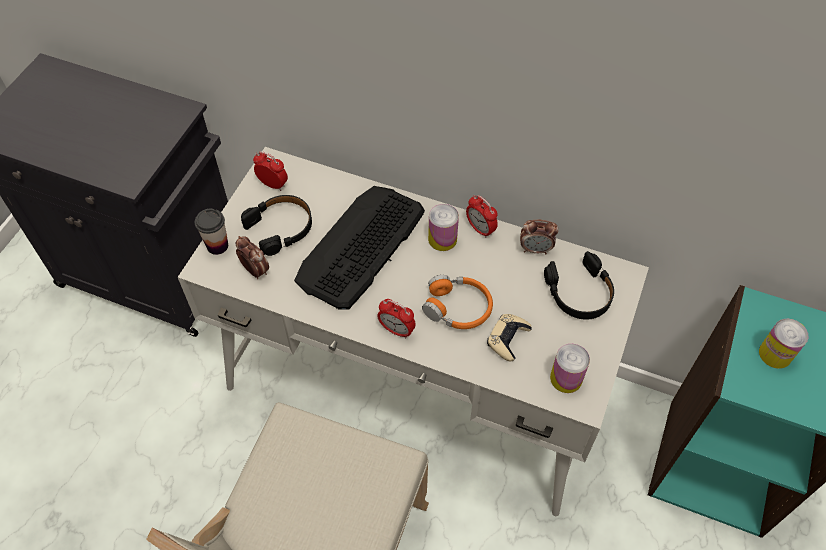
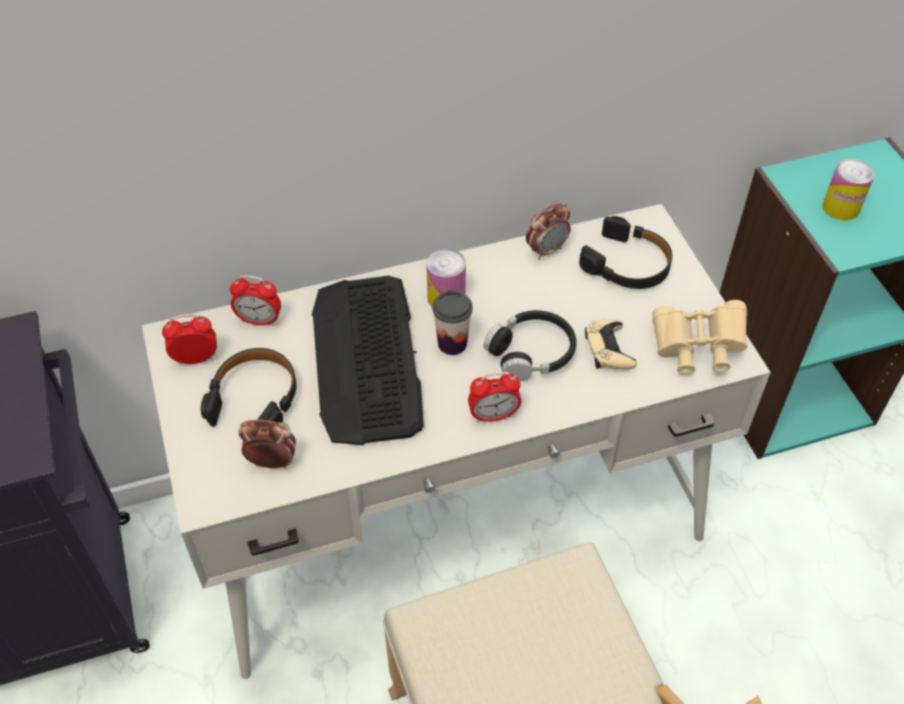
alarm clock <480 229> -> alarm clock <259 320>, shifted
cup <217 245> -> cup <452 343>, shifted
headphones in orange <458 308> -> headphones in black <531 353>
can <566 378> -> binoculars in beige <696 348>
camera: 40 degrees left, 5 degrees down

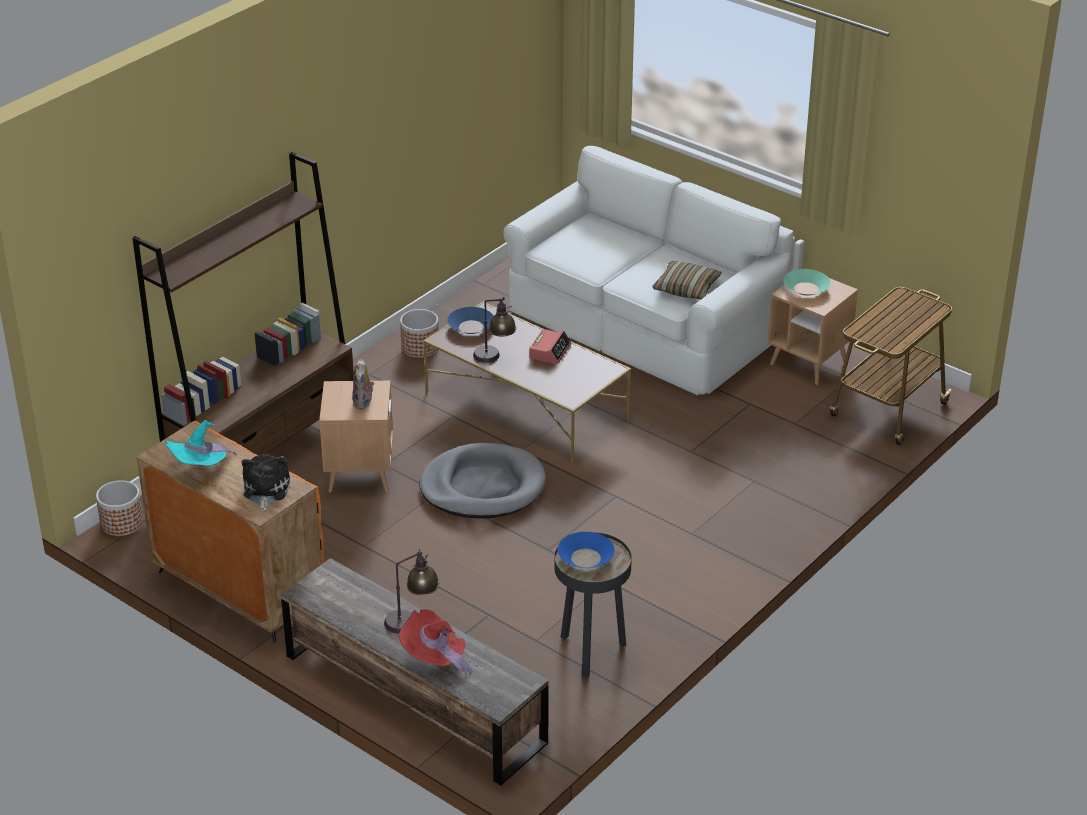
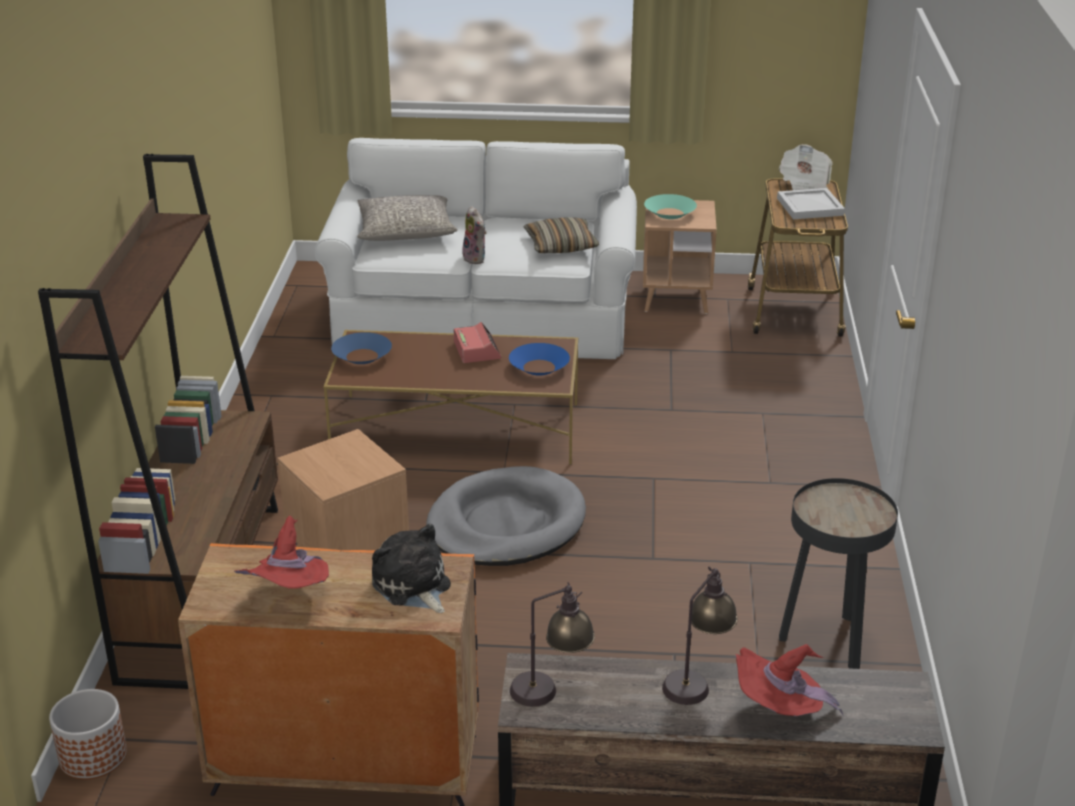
table lamp <494 358> -> table lamp <551 690>, shifted
planter <420 348> -> none
plush toy <364 403> -> plush toy <476 258>, shifted
hat in turquoise <200 468> -> hat in red <290 597>
bowl in blue <585 557> -> bowl in blue <539 367>, shifted
none -> newspaper <804 184>
none -> tray in white <809 206>
none -> pillow in grey <405 231>
camera: 35 degrees left, 5 degrees down

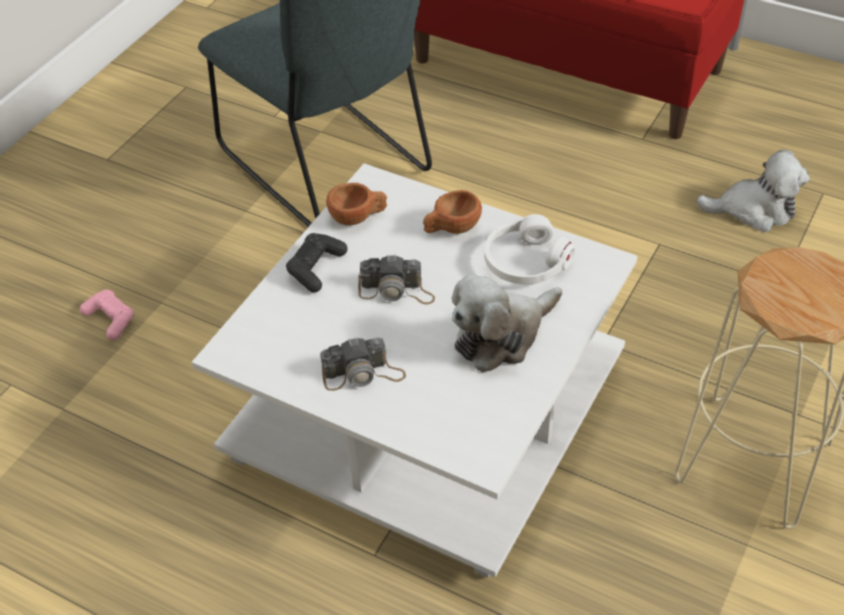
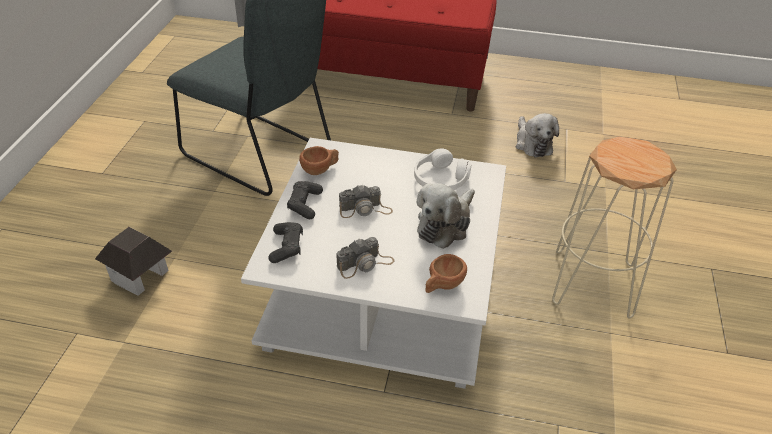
plush toy <754 210> -> plush toy <532 143>, 90 degrees clockwise
cup in brown <451 228> -> cup in brown <442 285>, shifted
game controller in pink <110 319> -> toy house <140 275>
none -> game controller in black <286 247>
camera: 20 degrees left, 5 degrees down

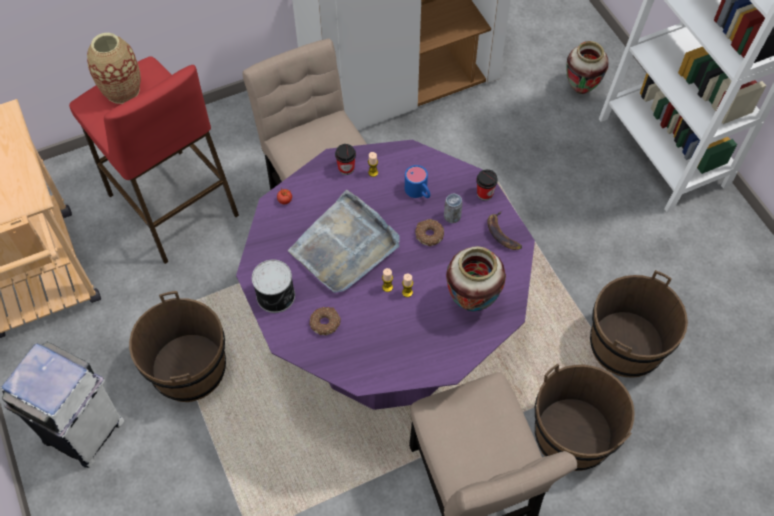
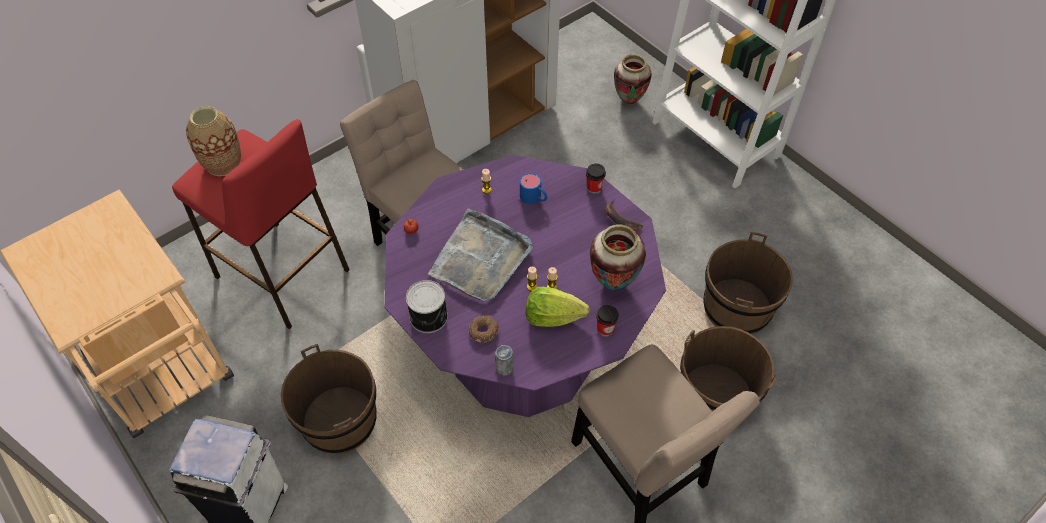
cup <346 168> -> cup <605 329>, shifted
can <452 216> -> can <504 368>, shifted
donut <429 234> -> none
none -> lettuce <553 317>
camera: 15 degrees left, 5 degrees down

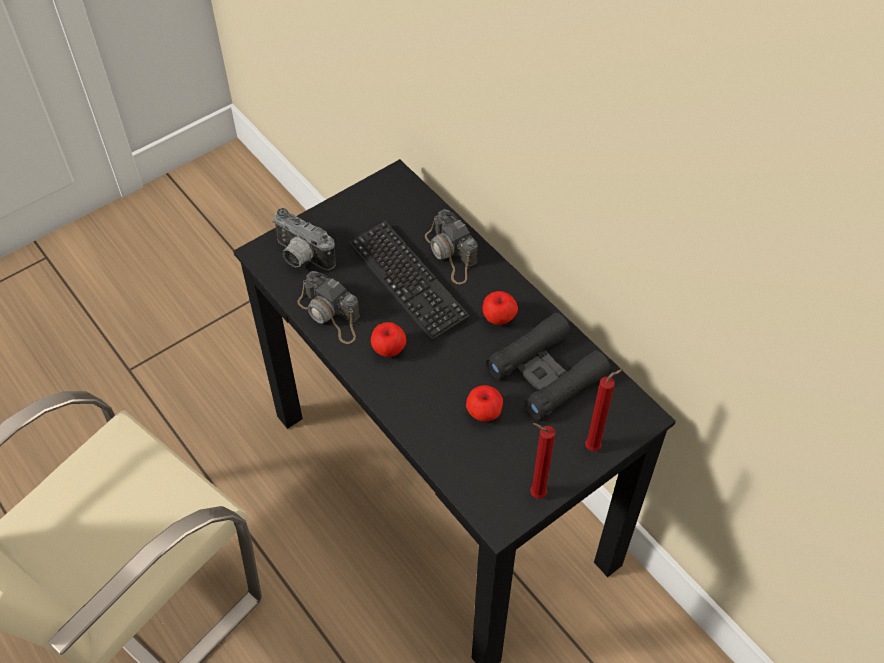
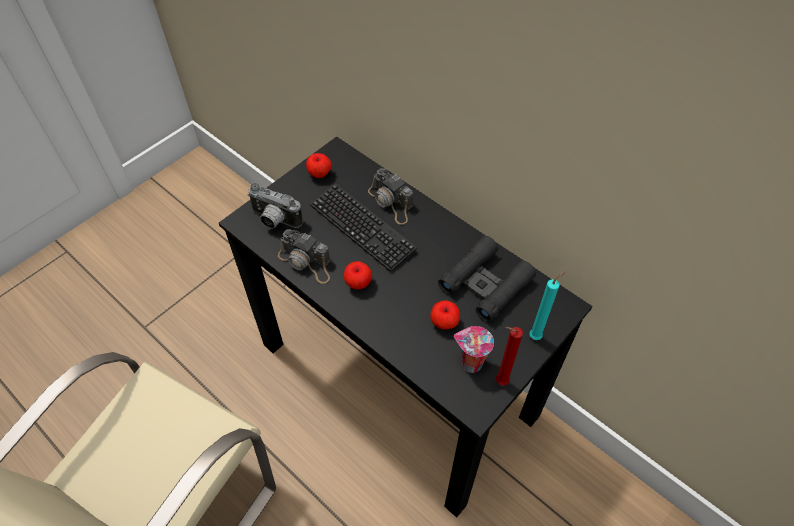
apple <499 318> -> apple <319 174>, shifted
candle in red <595 446> -> candle in turquoise <537 336>
none -> cup <470 363>
camera: 10 degrees left, 0 degrees up

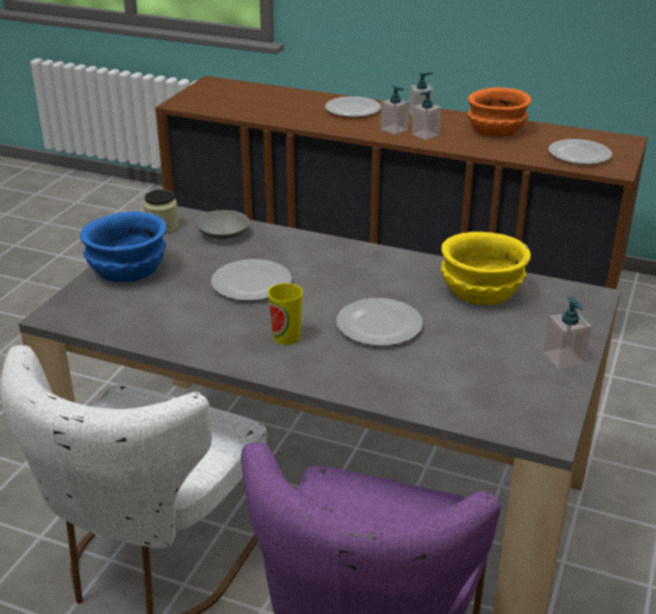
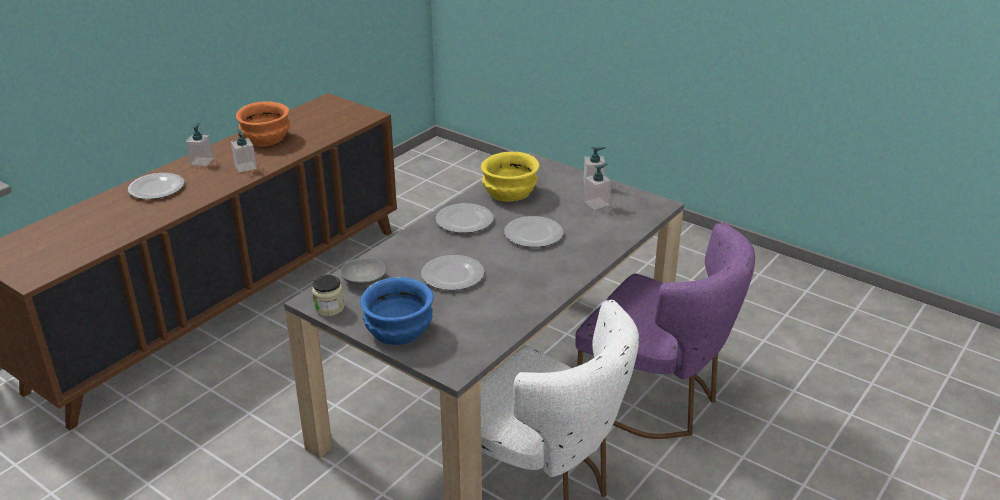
soap dispenser <394 129> -> soap dispenser <596 203>, shifted
plate <579 155> -> plate <465 220>, shifted
cup <286 337> -> none
camera: 75 degrees left, 0 degrees up

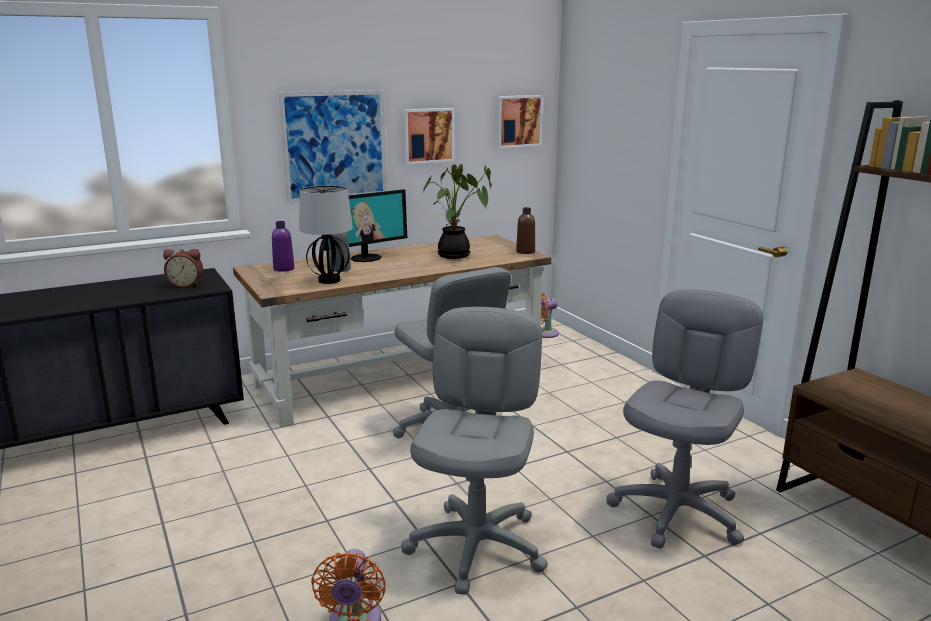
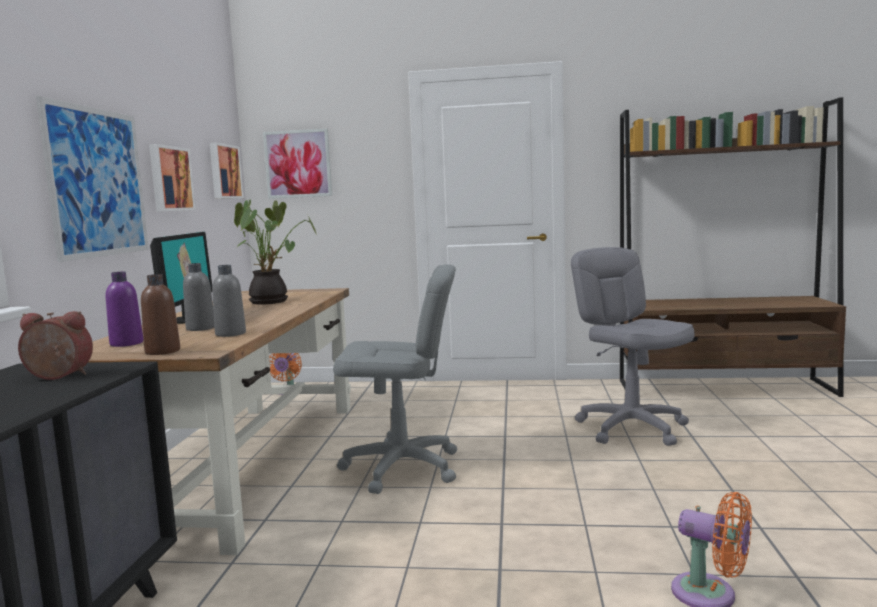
table lamp <328 280> -> bottle in grey <230 334>
bottle in brown <525 251> -> bottle in brown <162 351>, shifted
alarm clock <186 284> -> alarm clock <57 377>, 120 degrees counterclockwise
office chair in grey <477 547> -> none
none -> picture <298 164>
camera: 55 degrees left, 10 degrees down

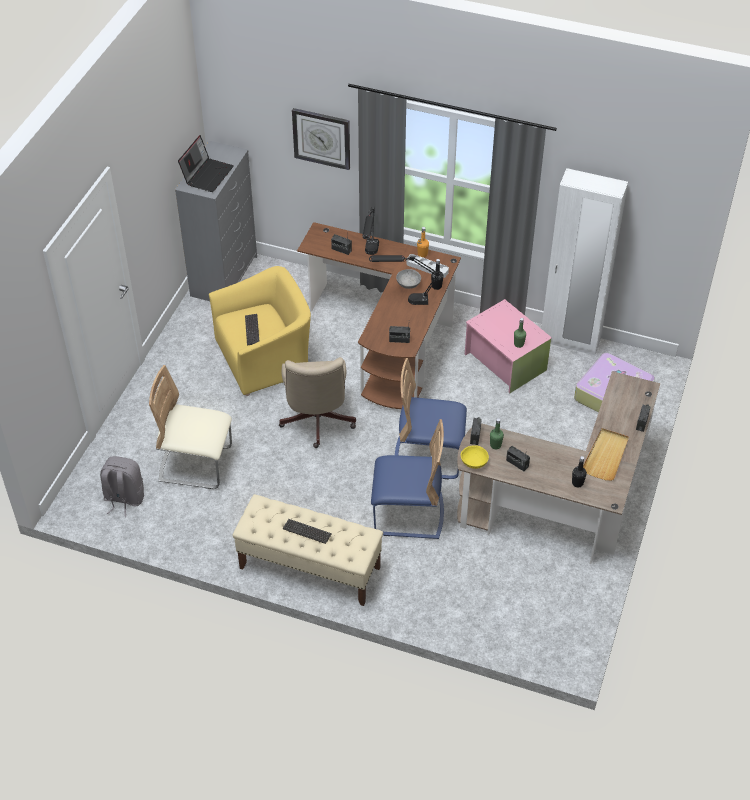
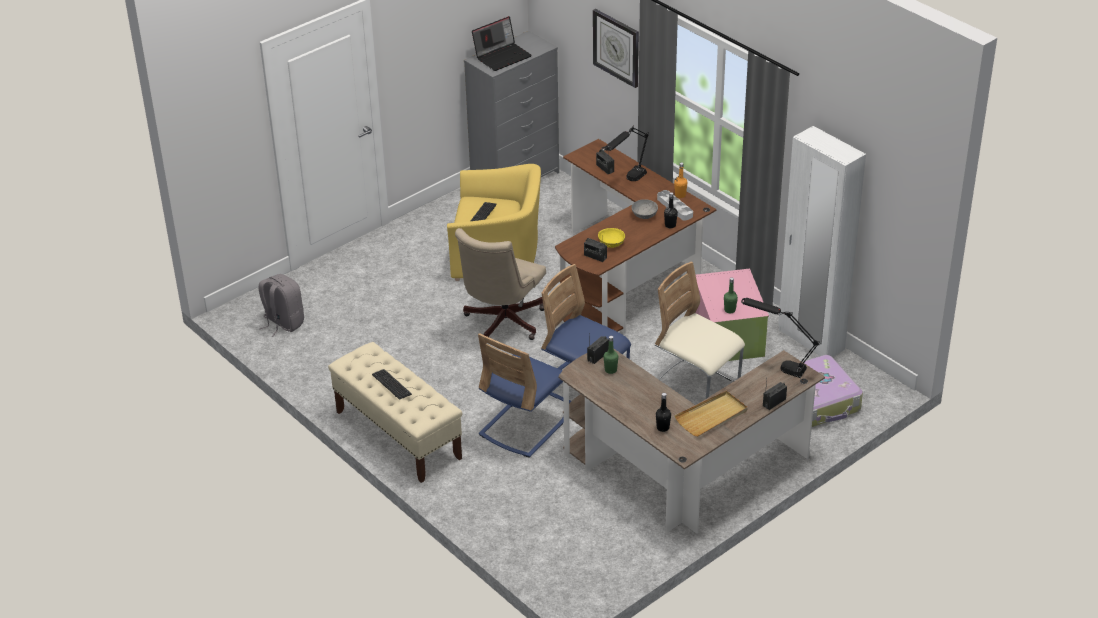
table lamp in black <404 300> -> table lamp in black <777 365>, shifted
chair in beige <196 464> -> chair in beige <695 385>, shifted
chair in blue <408 514> -> chair in blue <523 426>, 90 degrees clockwise
bowl in yellow <474 462> -> bowl in yellow <611 243>, shifted
radio <517 463> -> none
camera: 30 degrees right, 10 degrees down

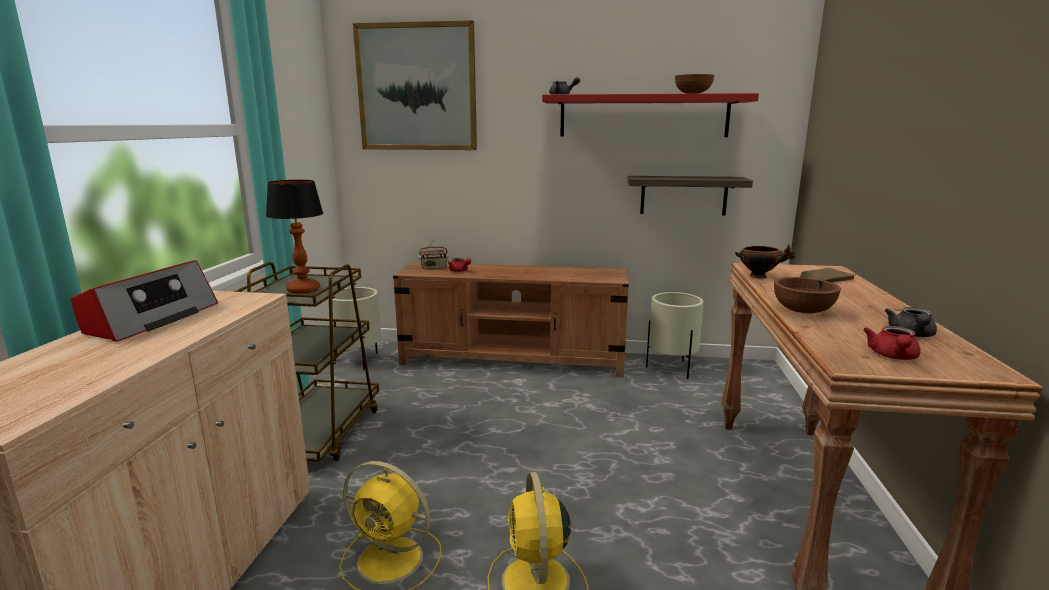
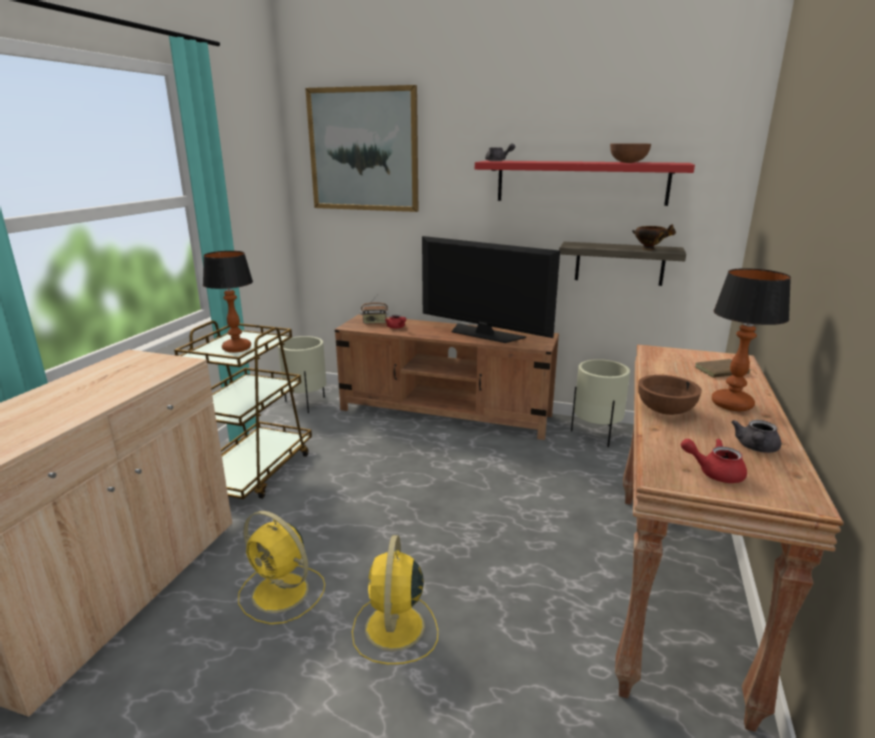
bowl <760 276> -> bowl <650 249>, shifted
radio <151 319> -> none
teapot in red <892 356> -> teapot in red <714 472>, 75 degrees clockwise
none -> television <484 334>
none -> table lamp <730 404>
camera: 10 degrees right, 5 degrees up

